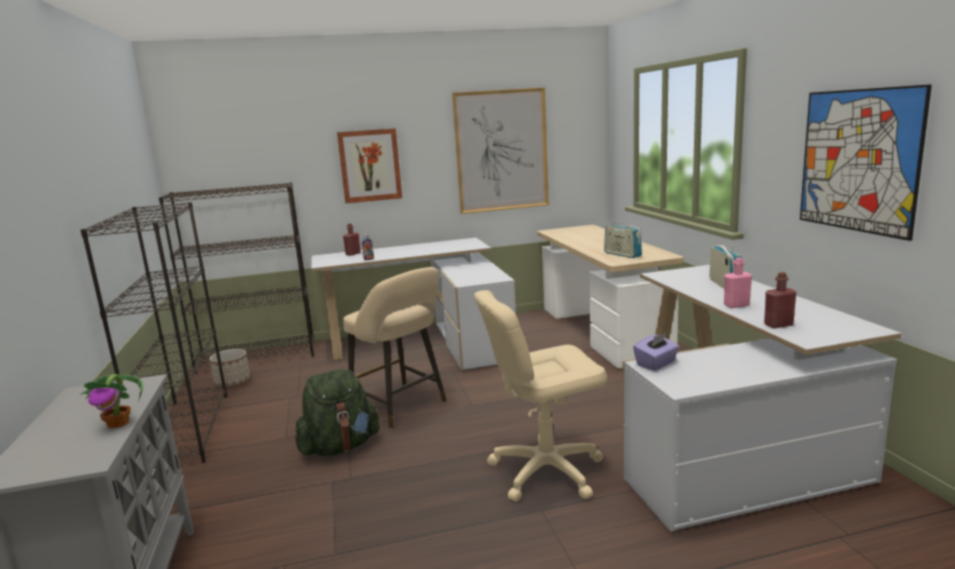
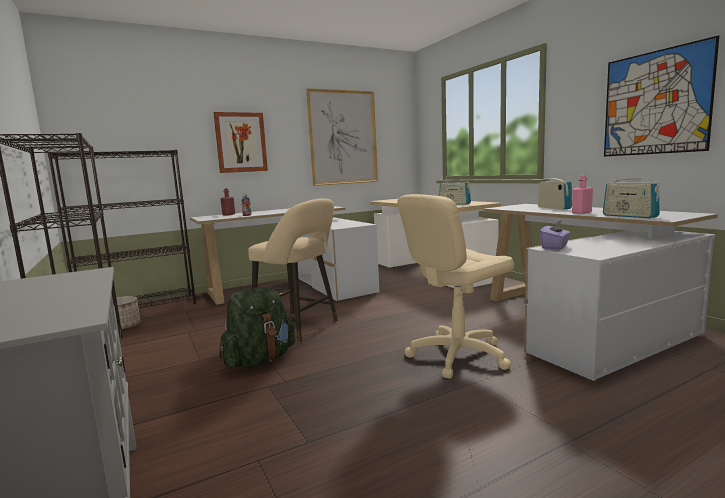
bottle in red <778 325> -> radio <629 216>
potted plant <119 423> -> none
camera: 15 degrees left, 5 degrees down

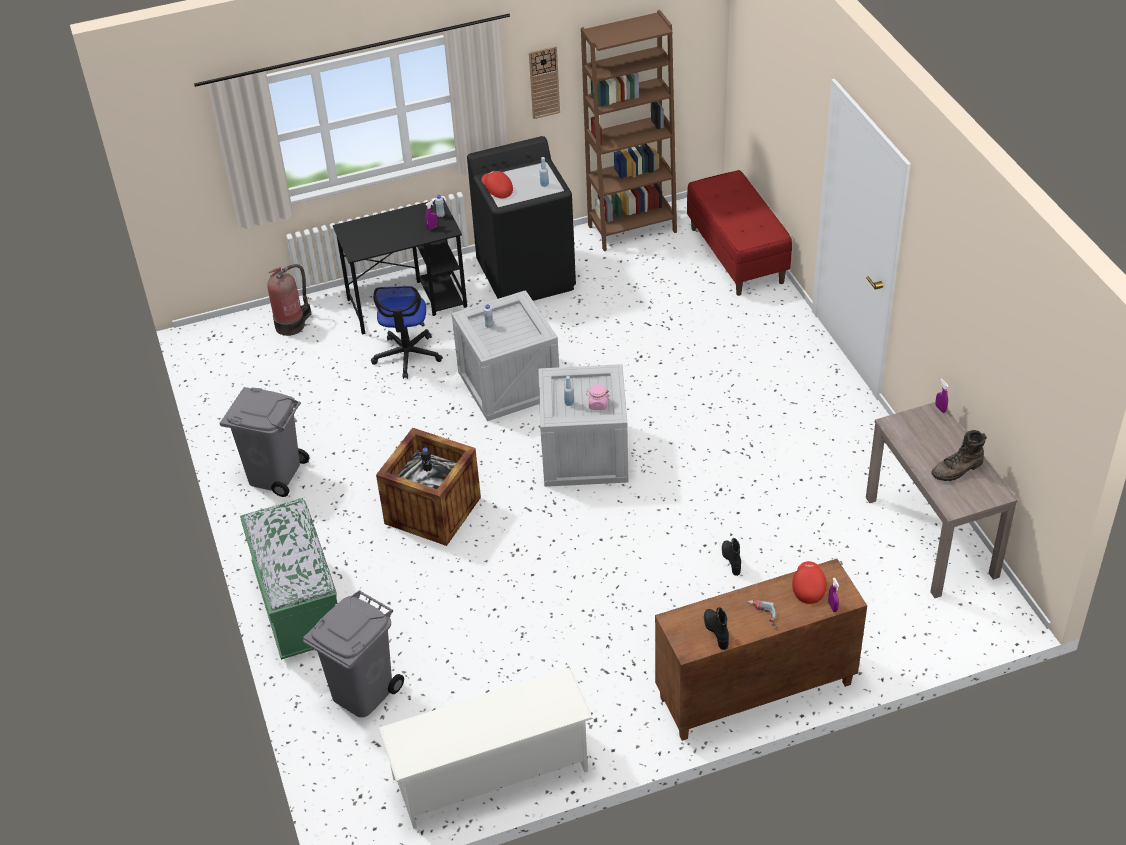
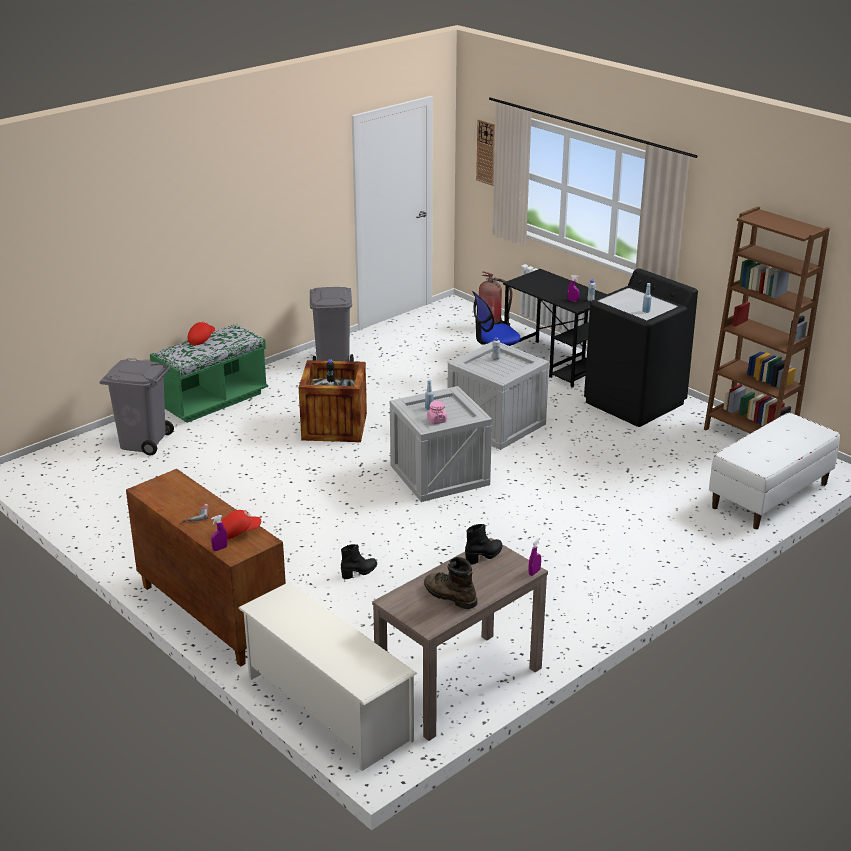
wall clock <544 82> -> wall clock <486 152>, shifted
bench in red <737 255> -> bench in white <770 496>
cap in red <497 190> -> cap in red <201 339>, shifted
boot in black <717 631> -> boot in black <484 556>, shifted
shoe rack in white <491 774> -> shoe rack in white <327 708>, shifted
camera: 65 degrees right, 15 degrees down

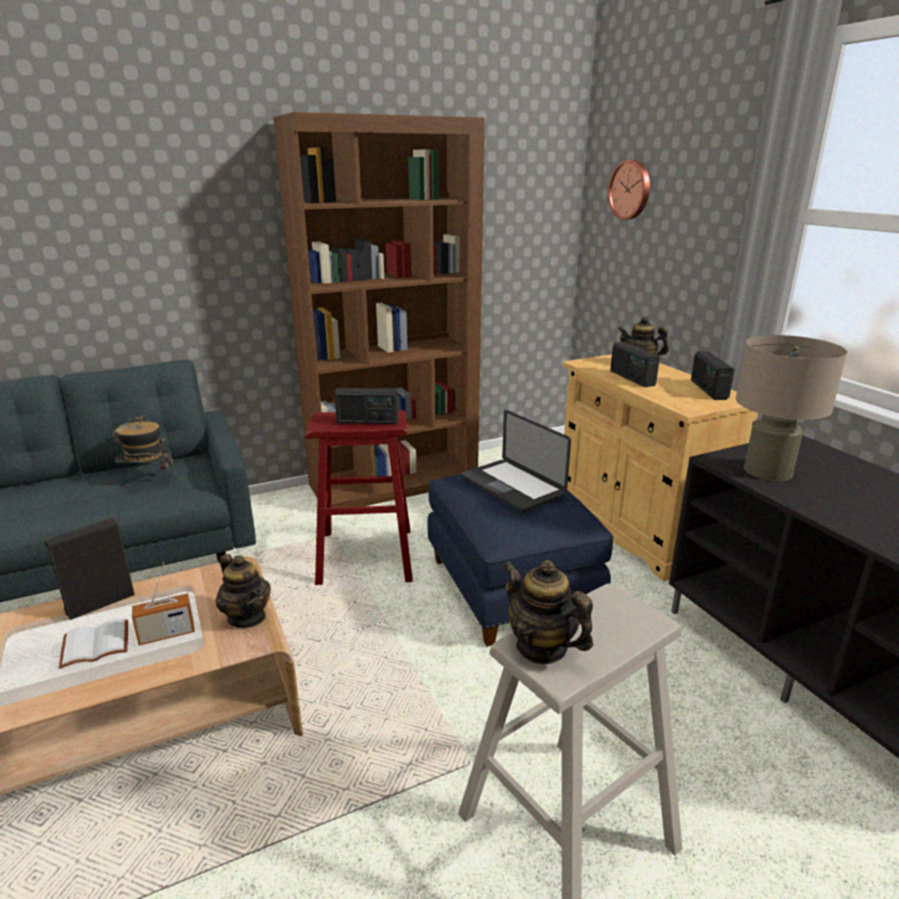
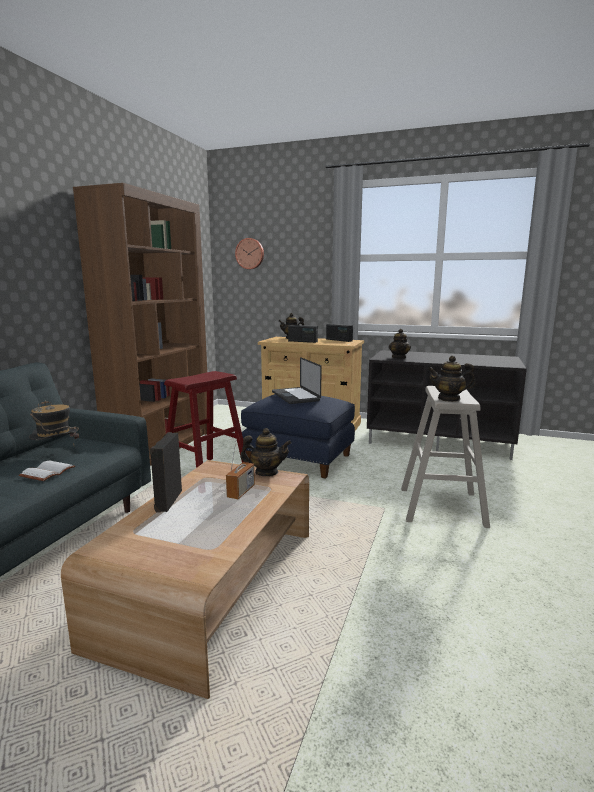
table lamp in beige <768 470> -> teapot <399 357>
radio <367 421> -> none
laptop <512 487> -> laptop <295 396>, 60 degrees clockwise
book in white <97 643> -> book in white <47 472>, shifted
camera: 45 degrees left, 10 degrees down

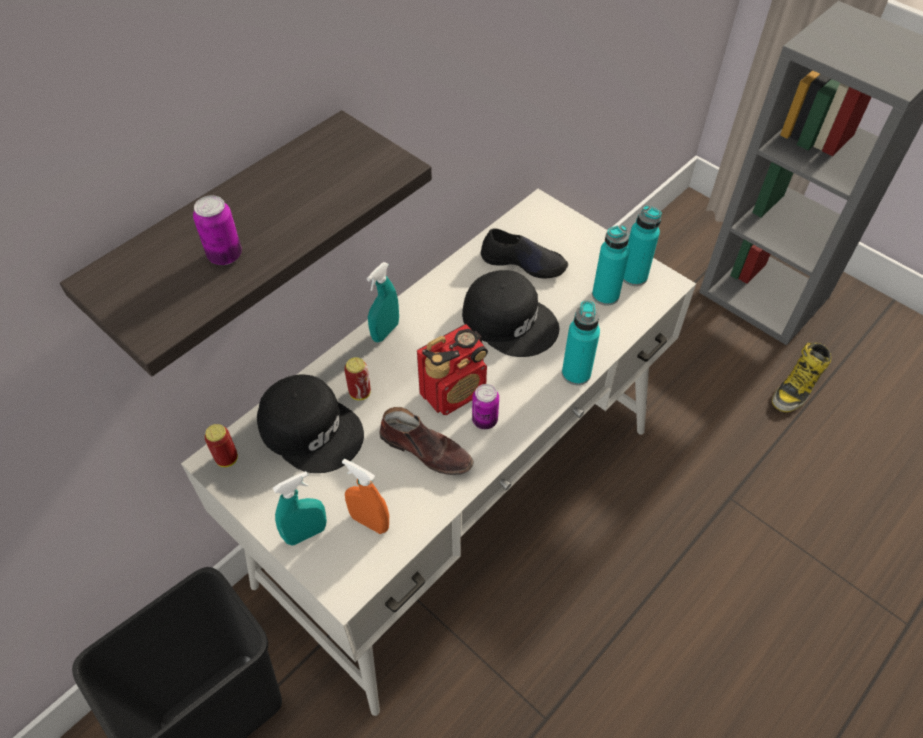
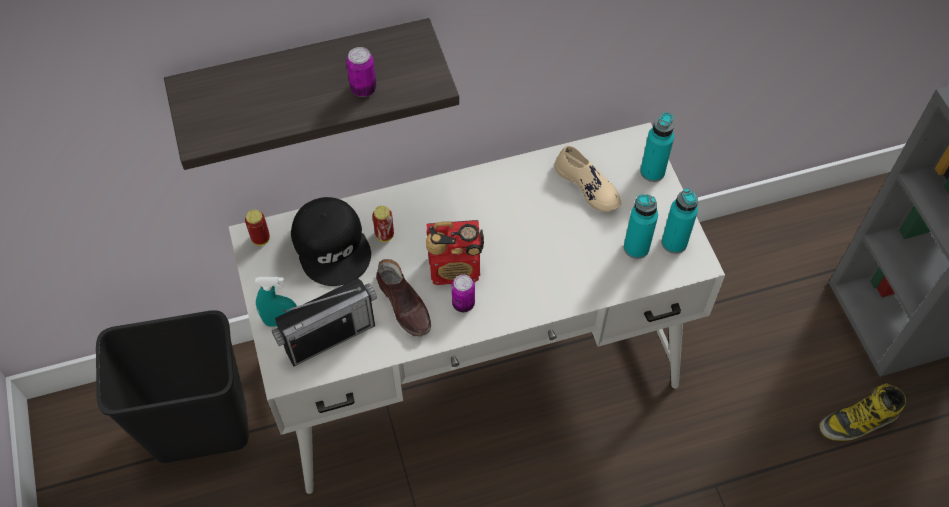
can <225 255> -> can <363 89>, shifted
shoe in black <524 262> -> shoe in beige <588 186>
spray bottle in turquoise <385 331> -> none
cap in black <510 320> -> none
bottle in turquoise <576 373> -> bottle in turquoise <652 172>, shifted
spray bottle in orange <369 522> -> radio <329 337>
camera: 30 degrees right, 5 degrees up

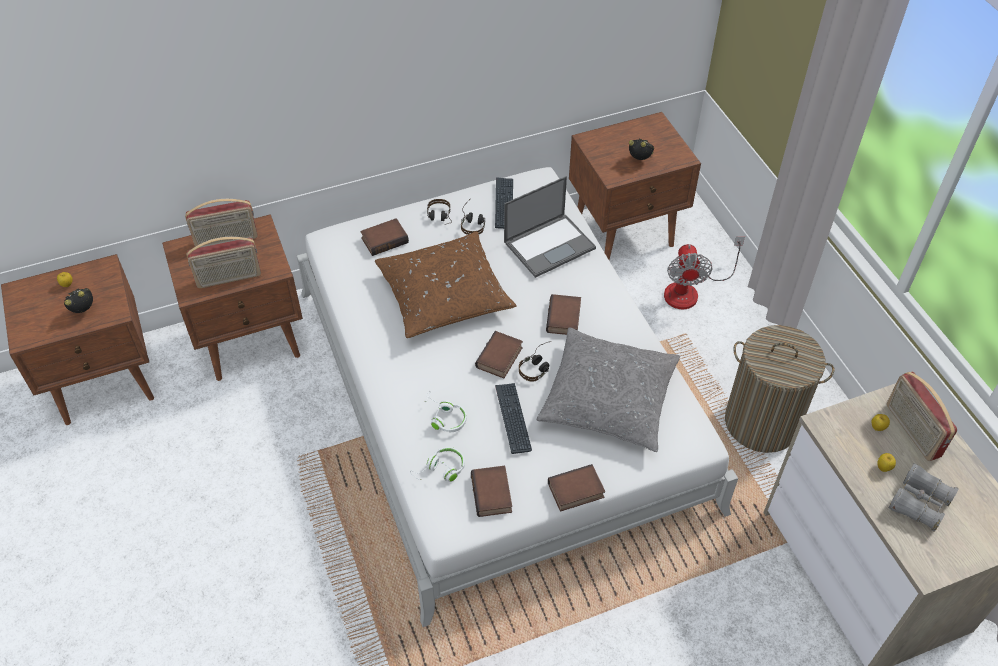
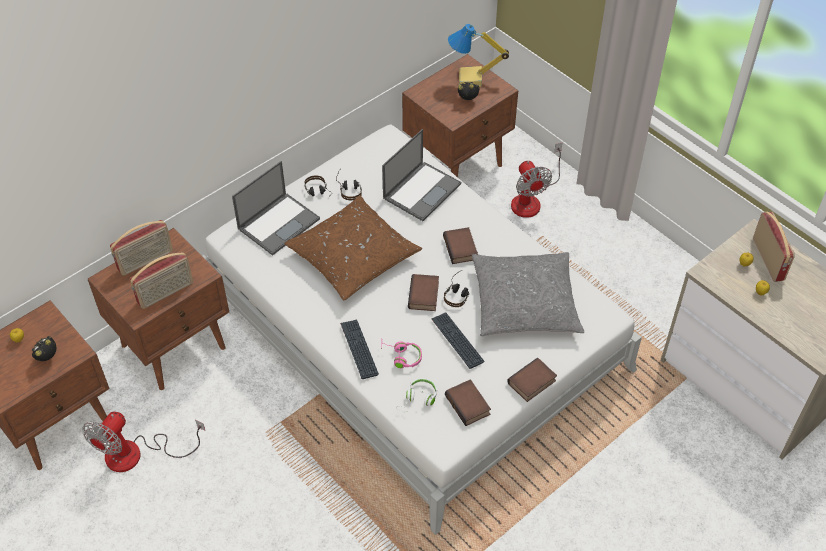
keyboard <504 203> -> keyboard <359 349>, shifted
book <385 239> -> laptop <279 223>
laundry basket <762 422> -> none
radio <911 431> -> radio <769 259>, 150 degrees counterclockwise
headphones in white <444 417> -> headphones in pink <401 356>
binoculars in grey <919 503> -> none
none -> table lamp <470 79>
none -> fan <137 454>
camera: 20 degrees left, 0 degrees up

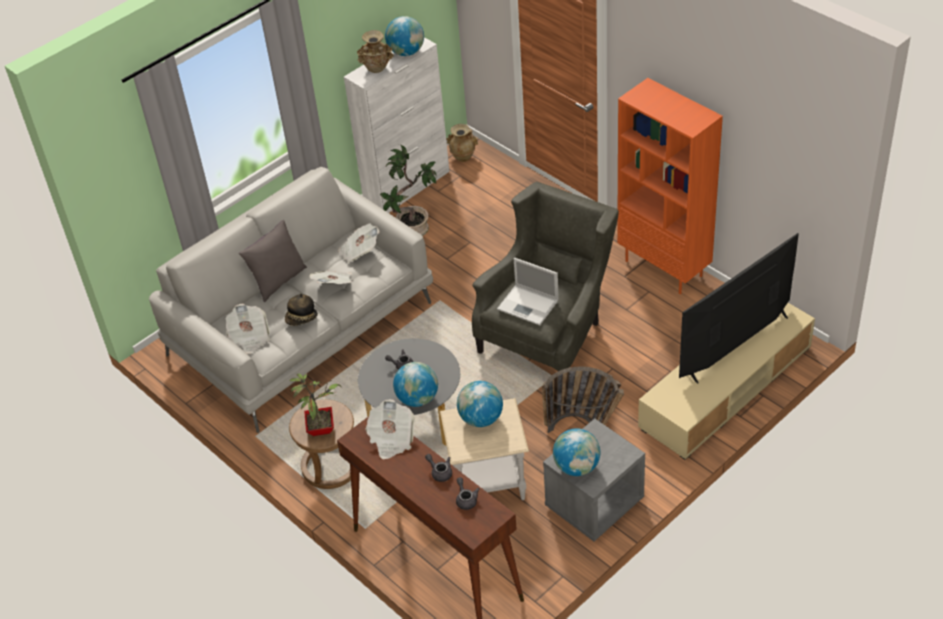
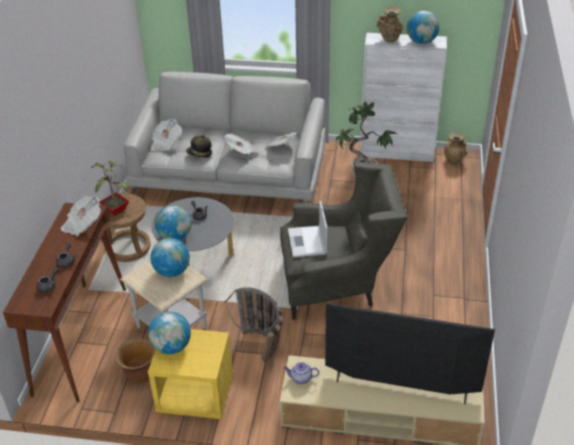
bookcase in orange <664 268> -> none
pillow in grey <278 281> -> none
nightstand in grey <594 504> -> nightstand in yellow <195 395>
none -> planter in brown <140 374>
none -> teapot <301 378>
camera: 50 degrees right, 5 degrees down

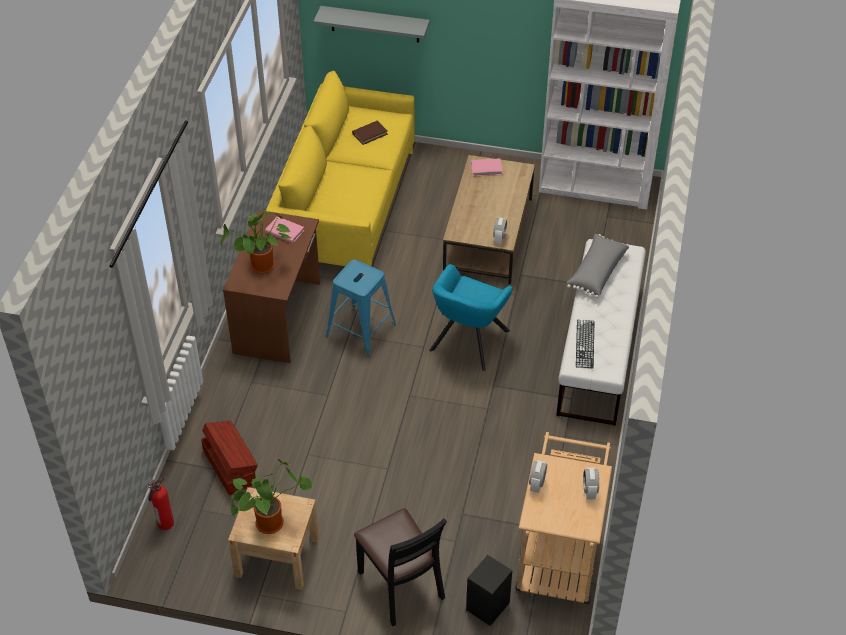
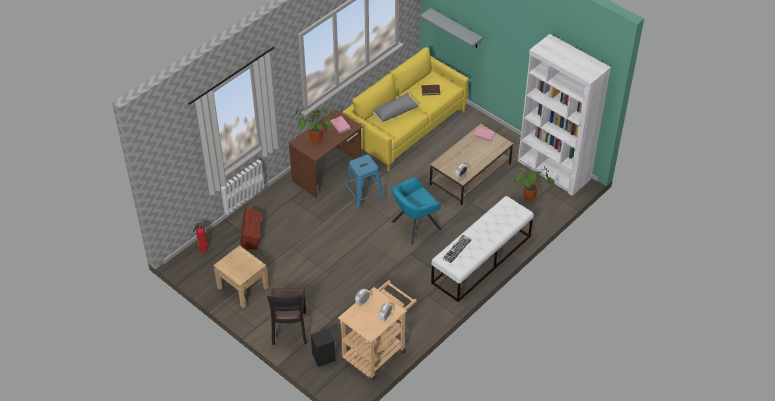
pillow in grey <596 272> -> pillow in grey <394 112>, shifted
potted plant <272 521> -> potted plant <531 196>, shifted
camera: 30 degrees right, 0 degrees up

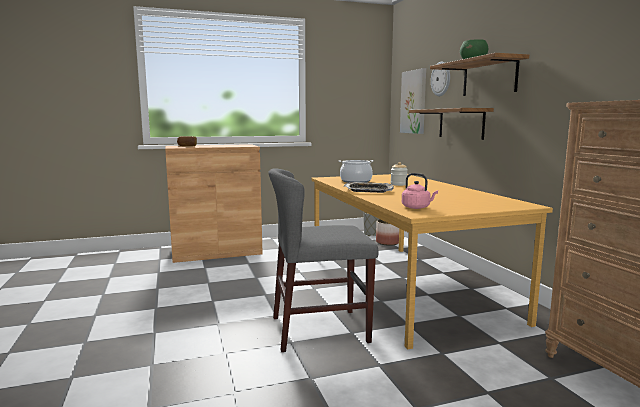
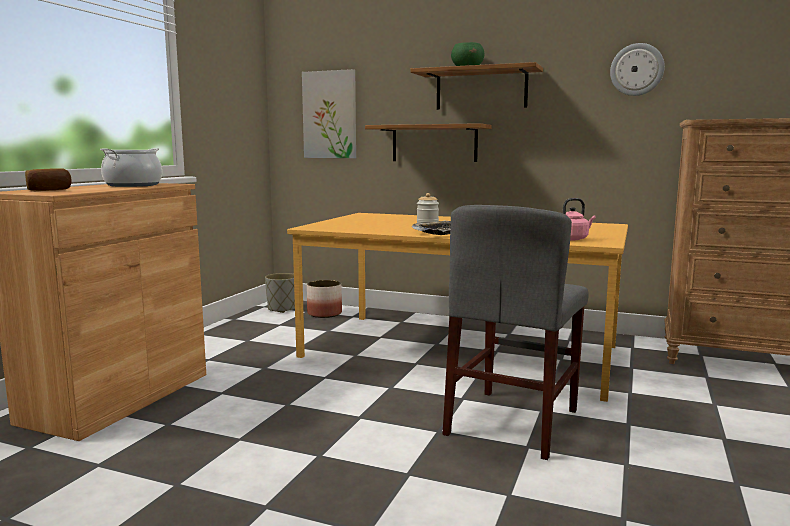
wall clock <441 79> -> wall clock <636 69>, shifted
cooking pot <356 181> -> cooking pot <133 185>, shifted
camera: 50 degrees left, 0 degrees up

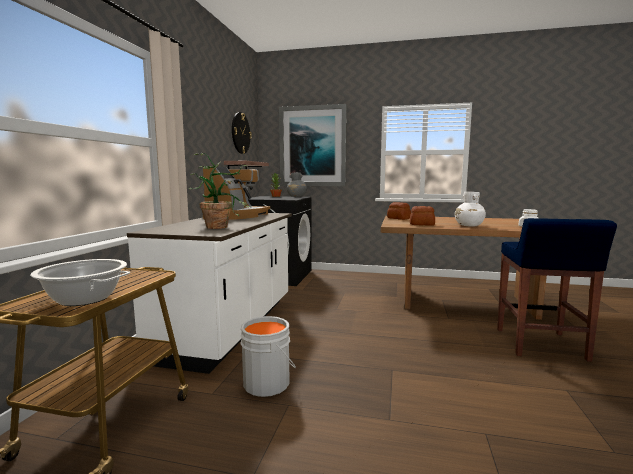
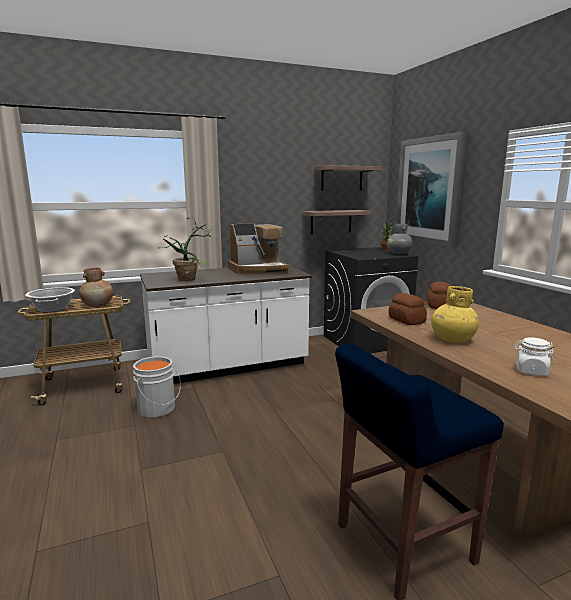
wall clock <240 133> -> shelf <341 178>
vase in white <469 226> -> vase in yellow <452 339>
none -> vase in brown <98 305>
camera: 55 degrees right, 5 degrees up

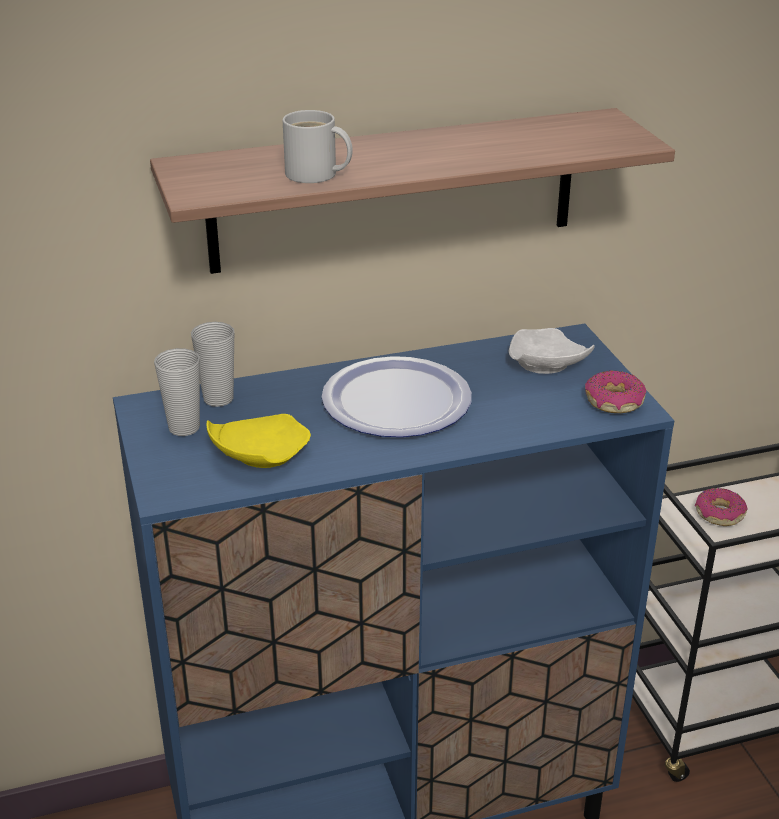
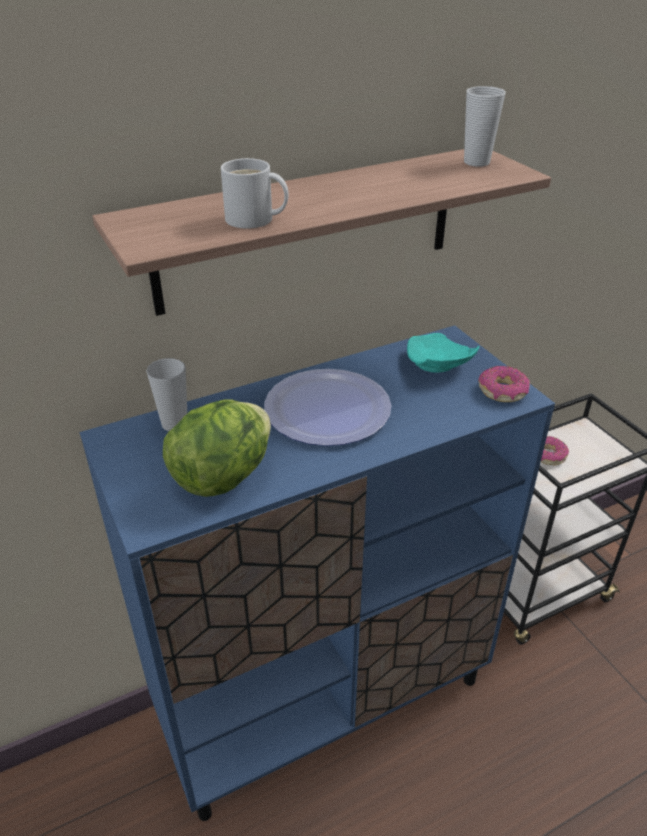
plate in white <544 366> -> plate in turquoise <437 365>
cup <184 428> -> cup <476 162>, shifted
plate in yellow <258 456> -> lettuce <223 476>
camera: 10 degrees left, 5 degrees up

